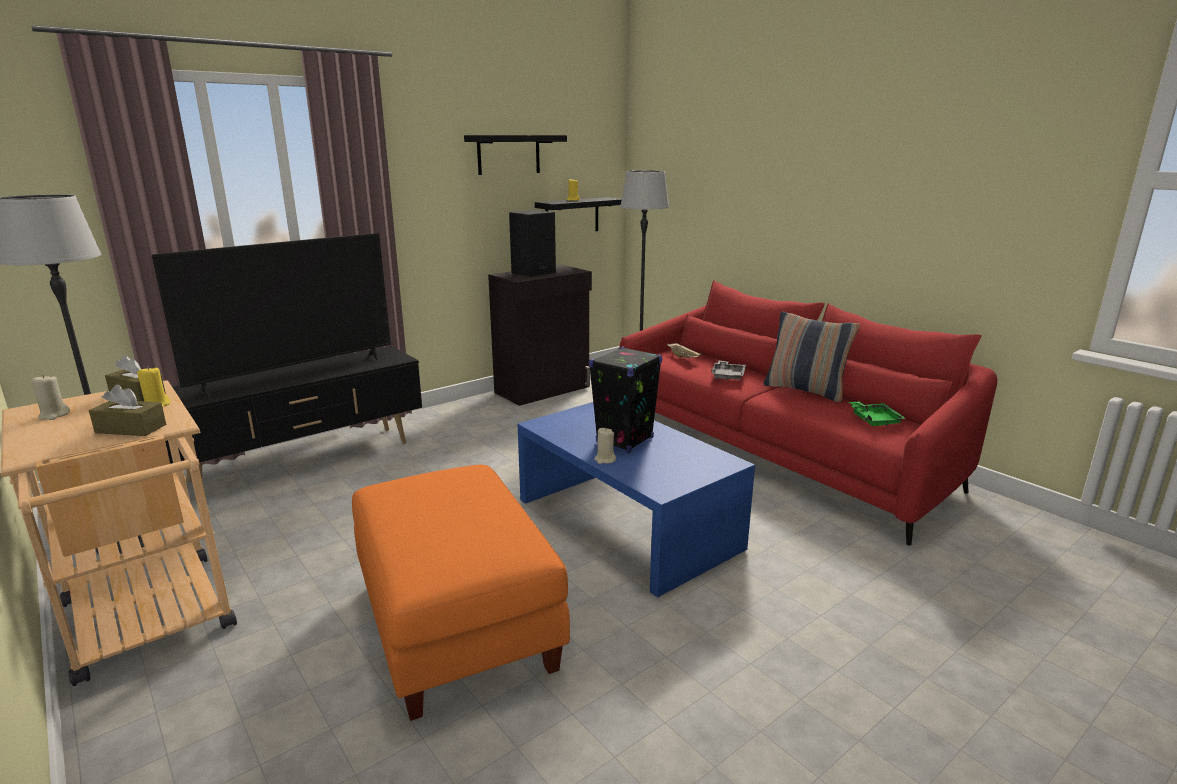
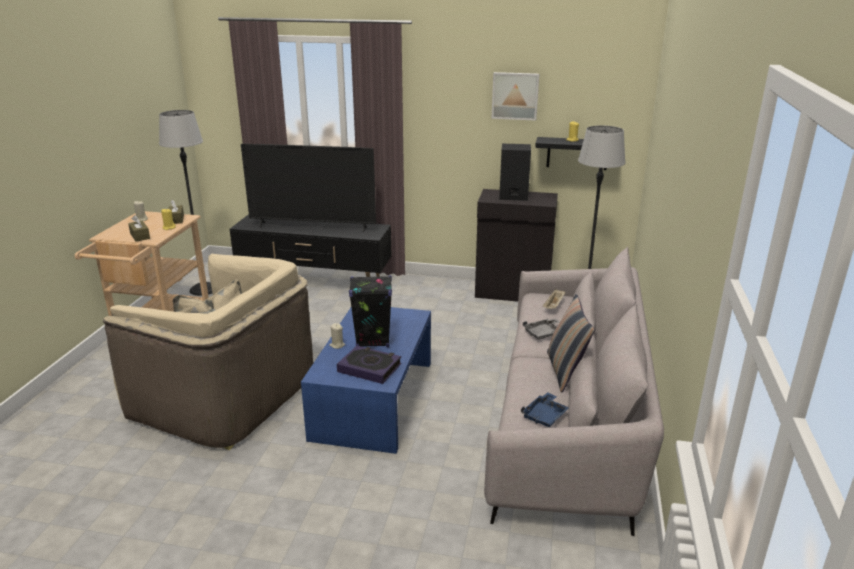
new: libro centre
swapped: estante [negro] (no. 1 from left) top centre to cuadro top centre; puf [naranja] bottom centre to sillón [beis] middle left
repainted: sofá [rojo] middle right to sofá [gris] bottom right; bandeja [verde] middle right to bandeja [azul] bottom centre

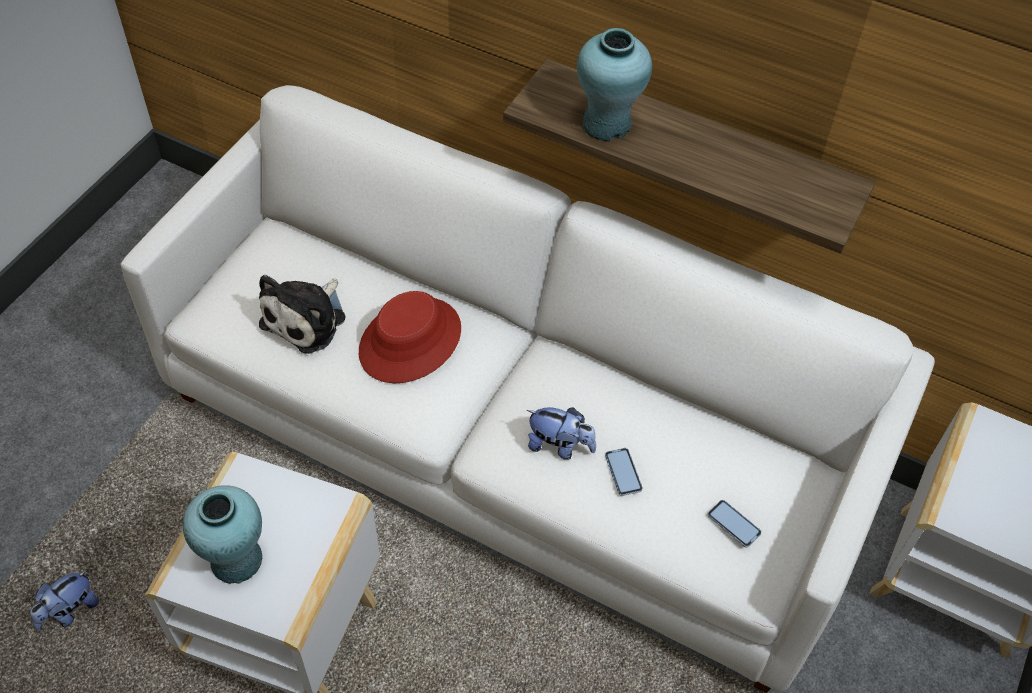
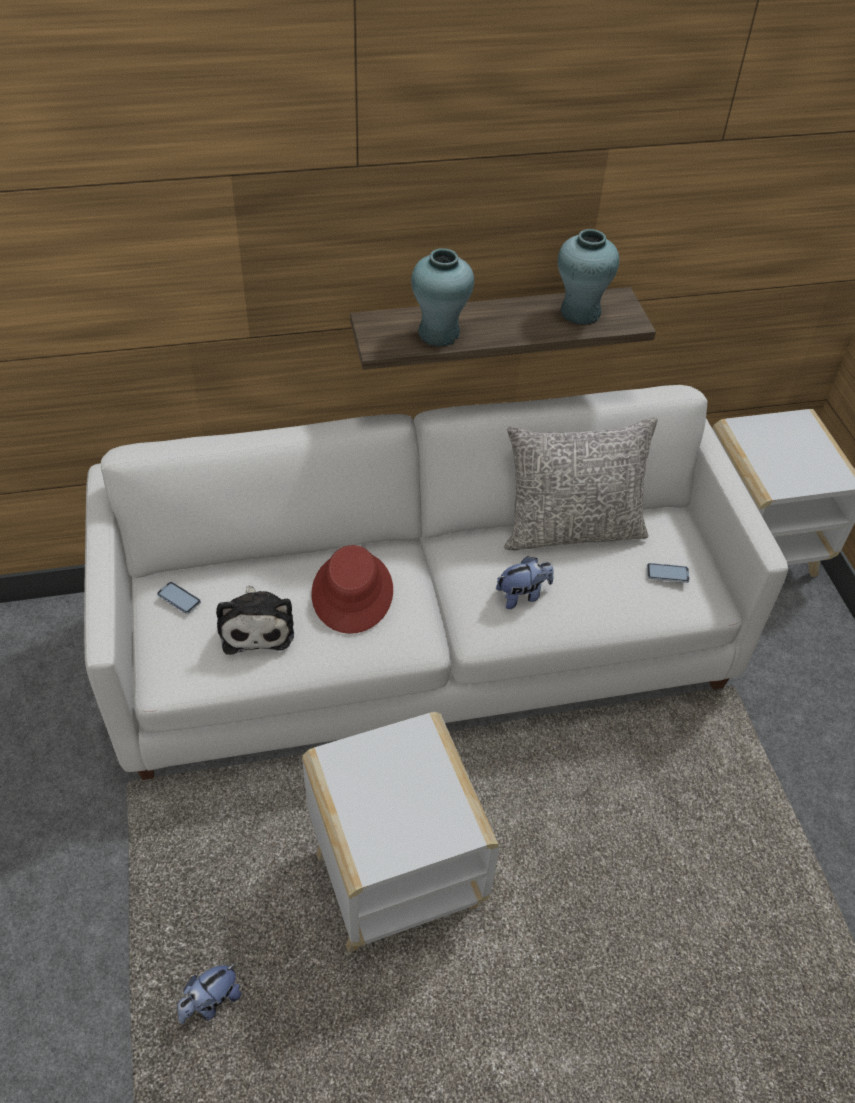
new: cojín [gris] middle right
shifted: móvil (no. 1 from left) bottom centre to middle left; florero [turquesa] (no. 1 from left in the first image) bottom left to florero [turquesa] (no. 2 from left) top right
rotated: peluche (no. 1 from left) bottom left = bottom left 45 degrees clockwise

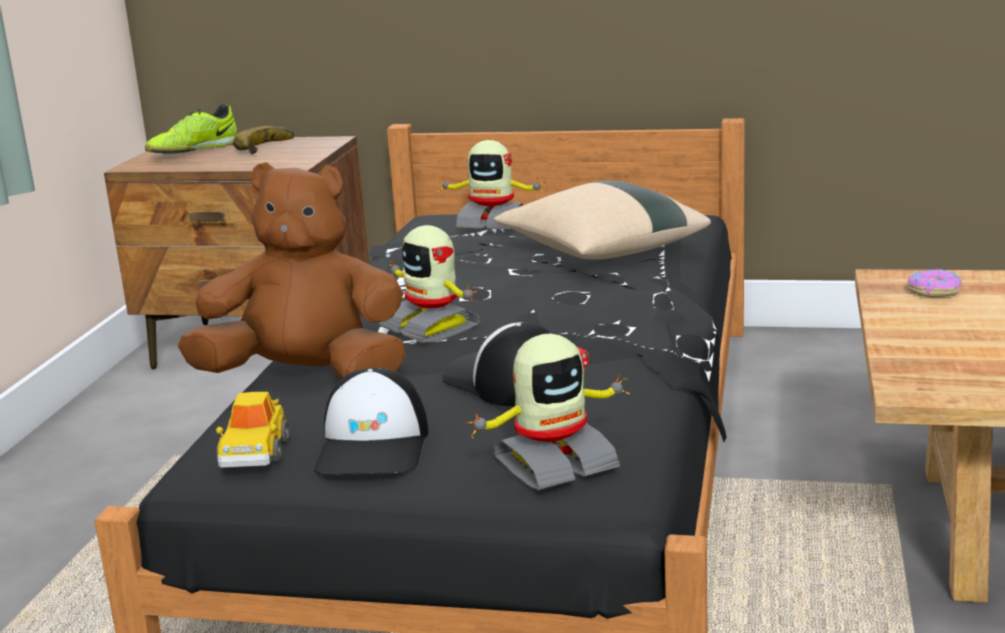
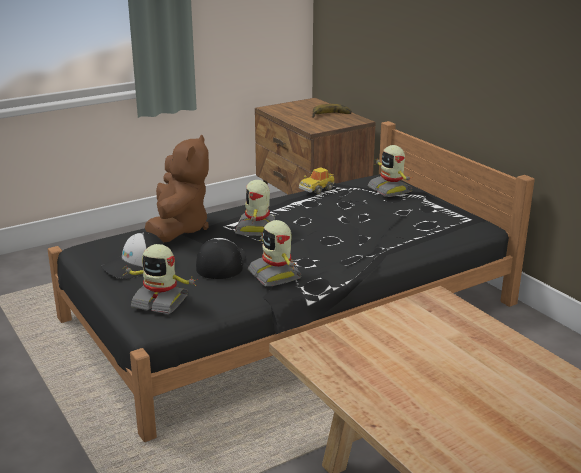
gone: zapato top left; cojín [beis] centre; rosquilla middle right
new: robot de juguete (no. 3 from left) centre
shifted: coche de juguete bottom left to centre
rotated: peluche [marrón] middle left = middle left 45 degrees clockwise

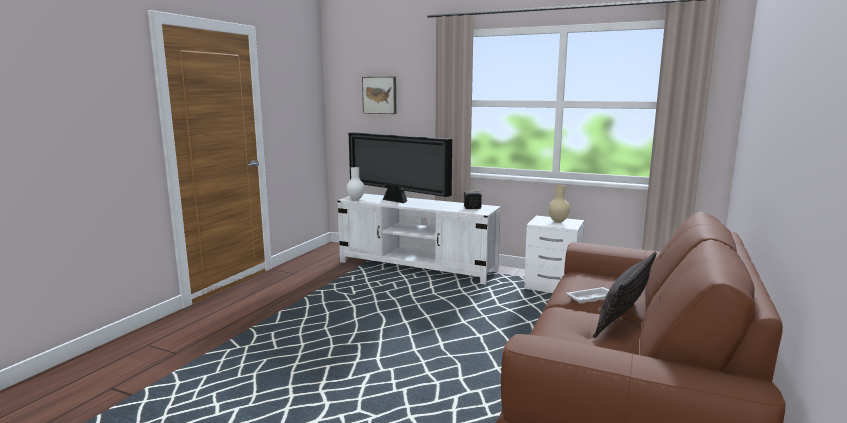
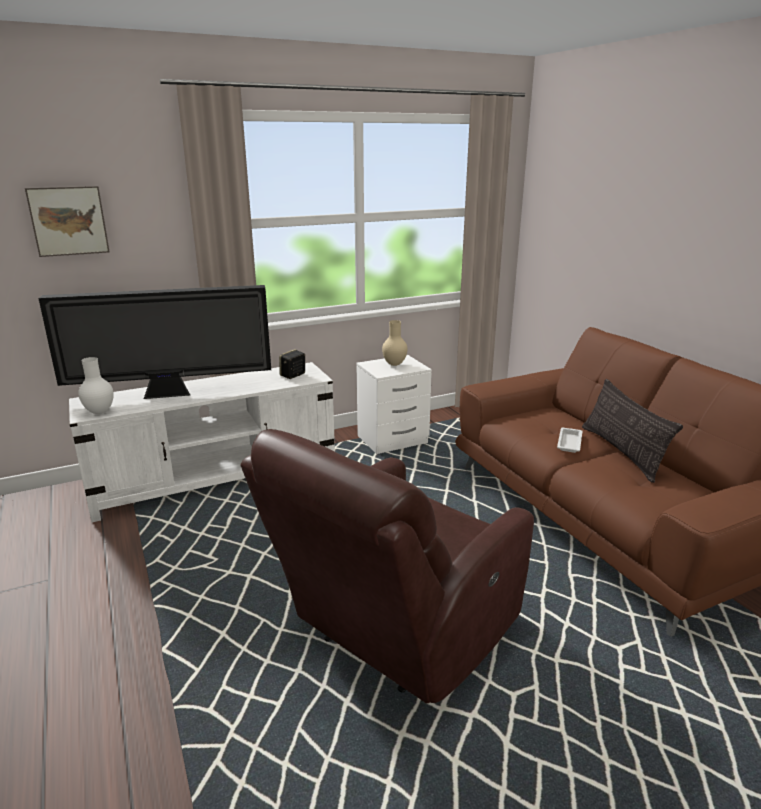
new: sillón [marrón] bottom centre

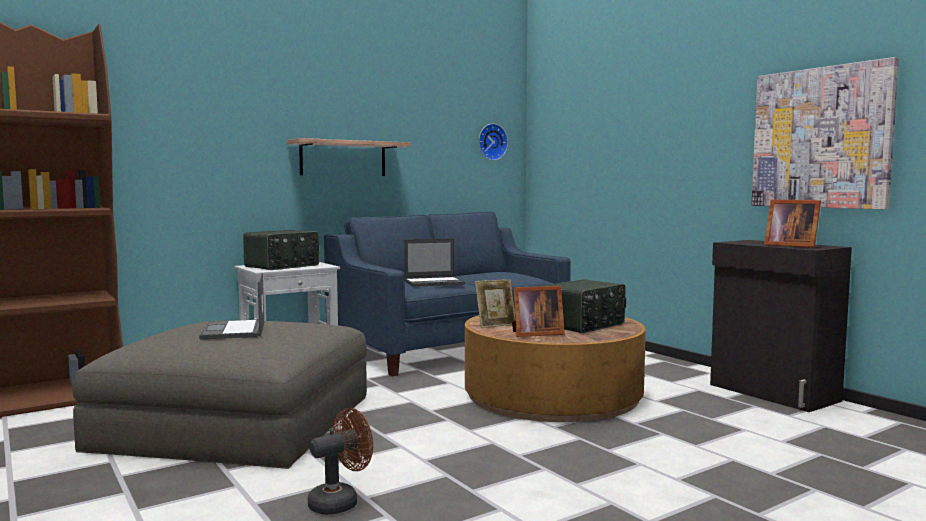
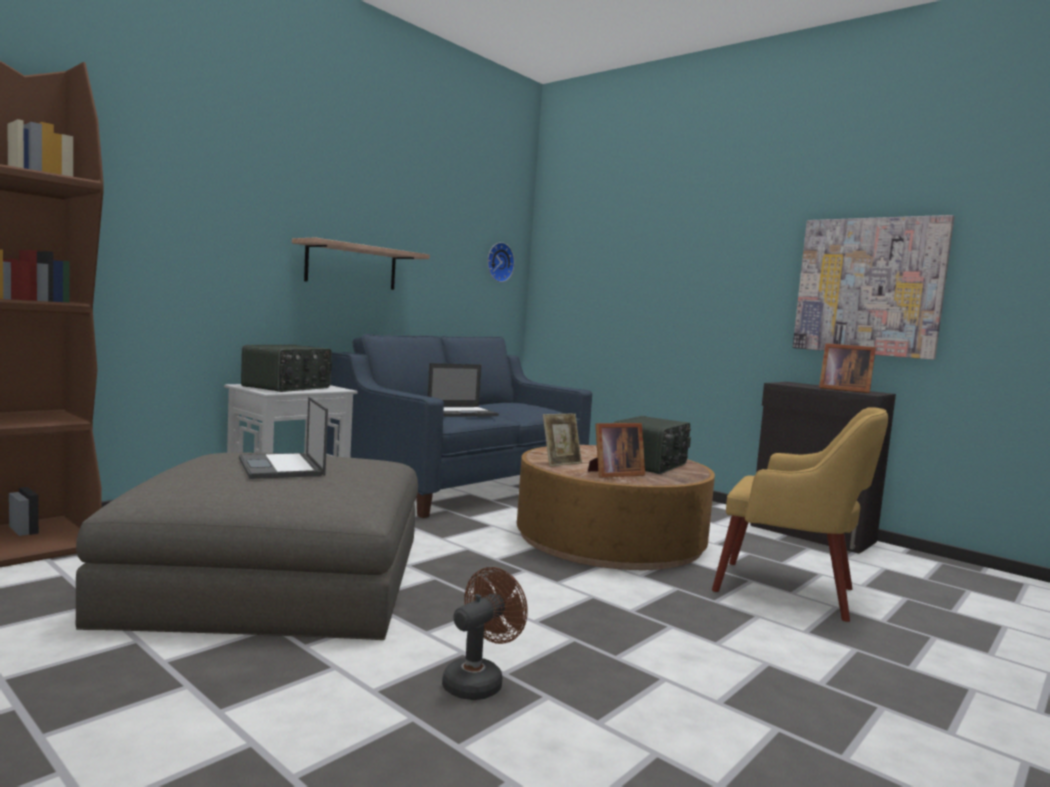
new: sillón [amarillo] middle right

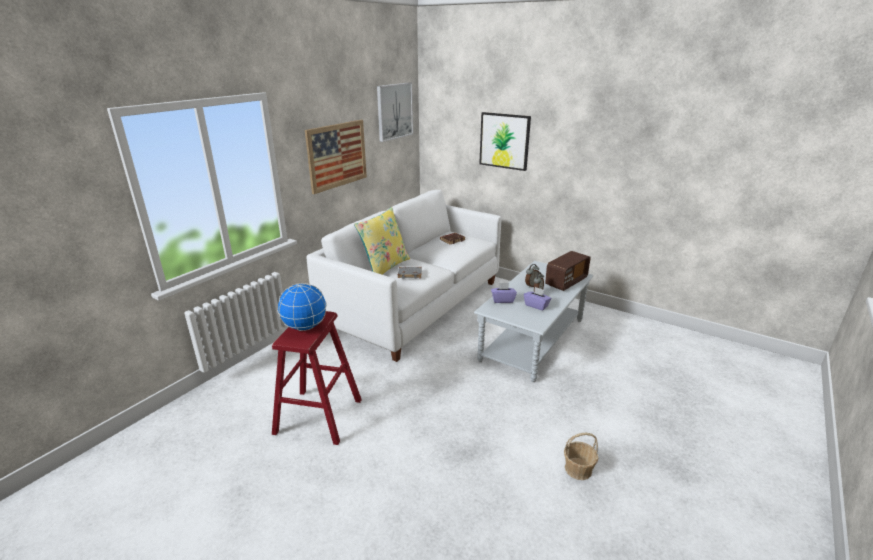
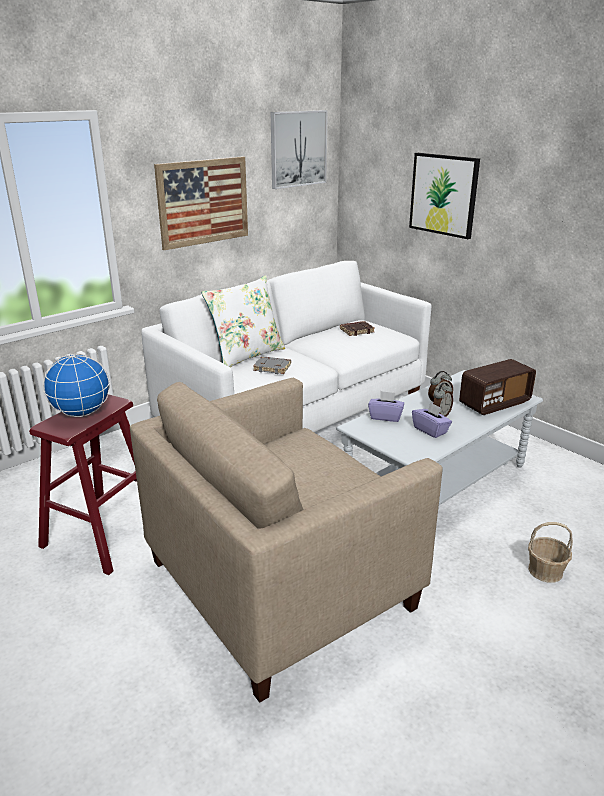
new: sillón [beis] bottom centre
shifted: cesta bottom centre to bottom right
repainted: cojín [amarillo] centre to cojín [blanco] centre

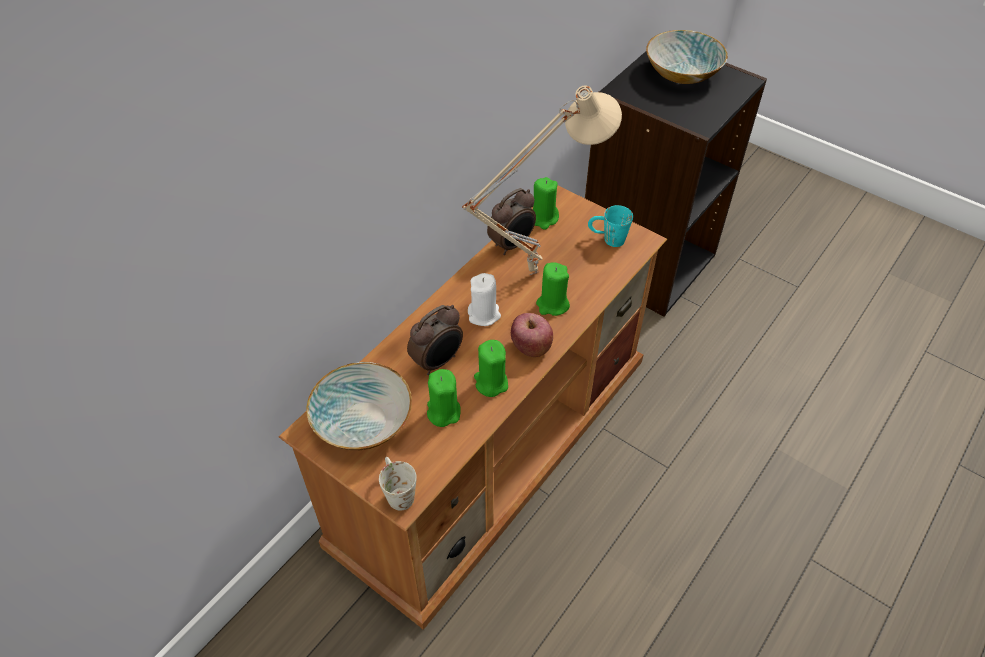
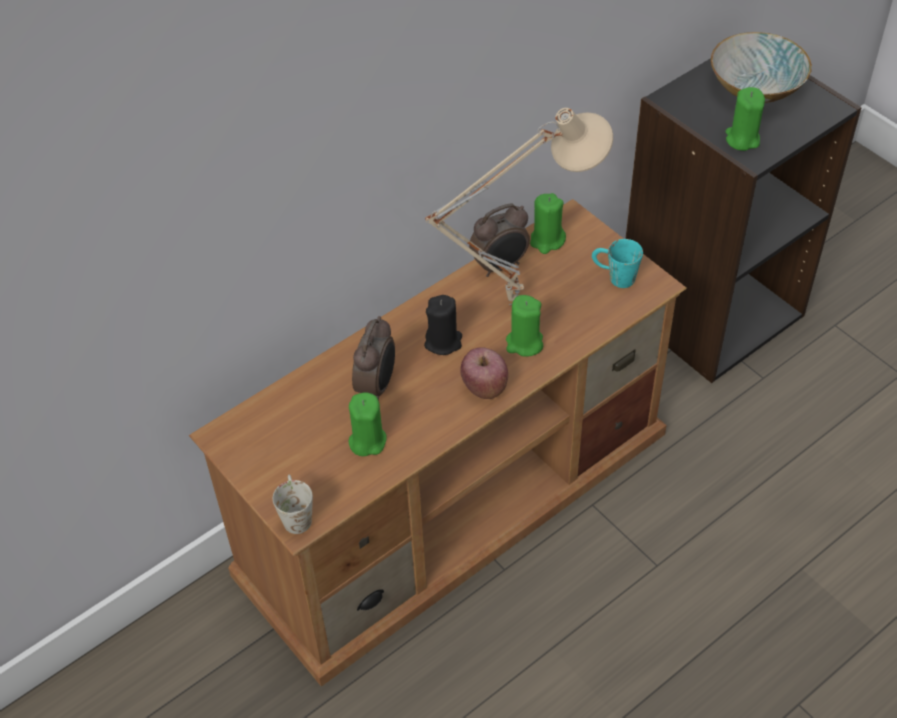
gone: cuenco (no. 1 from left) centre
shifted: vela [verde] (no. 2 from left in the first image) centre to vela [verde] (no. 4 from left) top right
repainted: vela [blanco] centre to vela [negro] centre
rotated: despertador (no. 1 from left) centre = centre 45 degrees counterclockwise

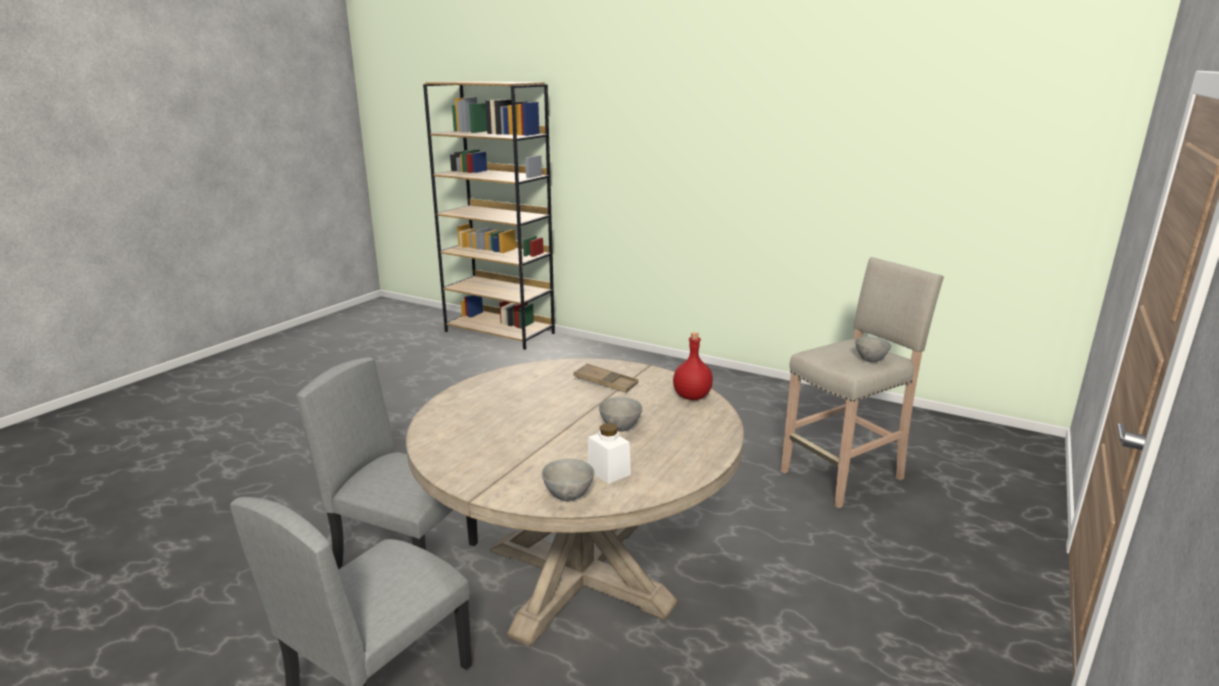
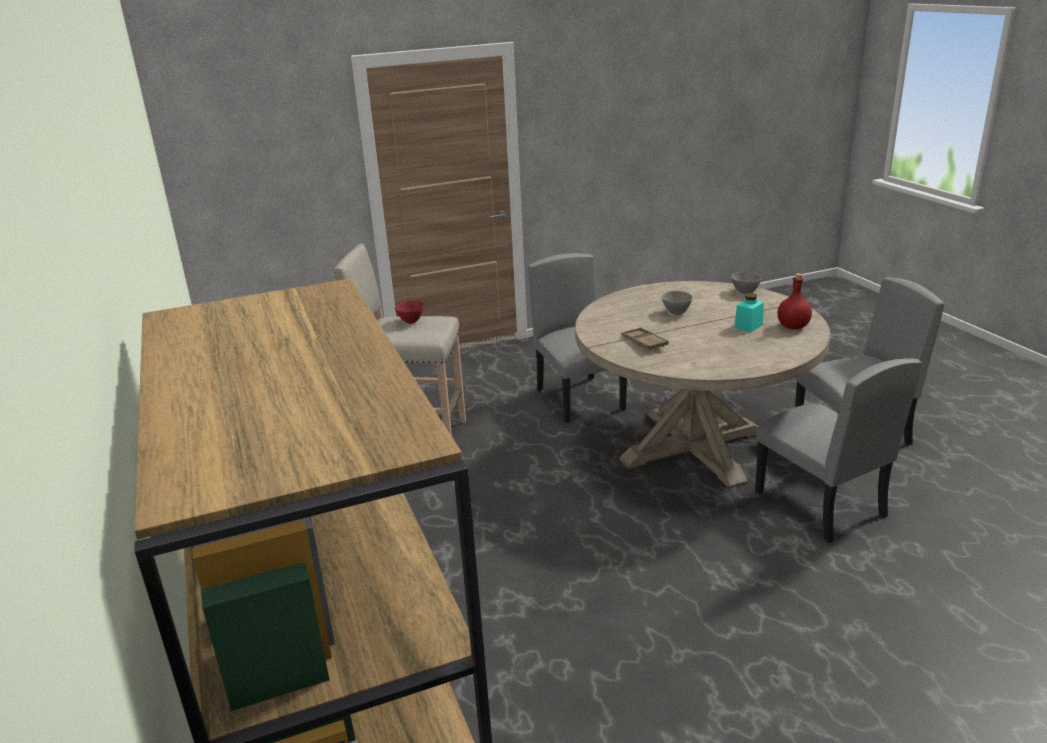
gone: tarro [blanco] centre
new: silla [gris] (no. 1 from left) centre; tarro [turquesa] middle right
shifted: botella [rojo] centre to middle right
repainted: cuenco [gris] (no. 3 from left) middle right to cuenco [rojo] centre

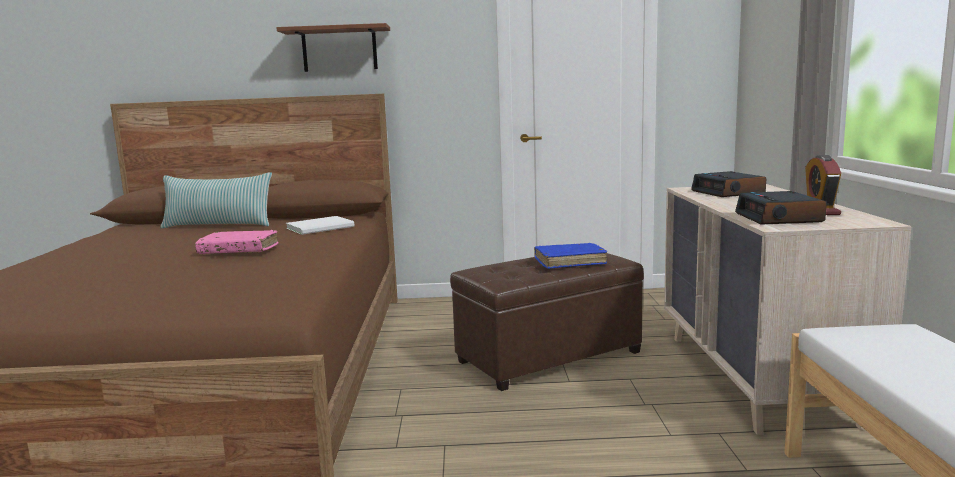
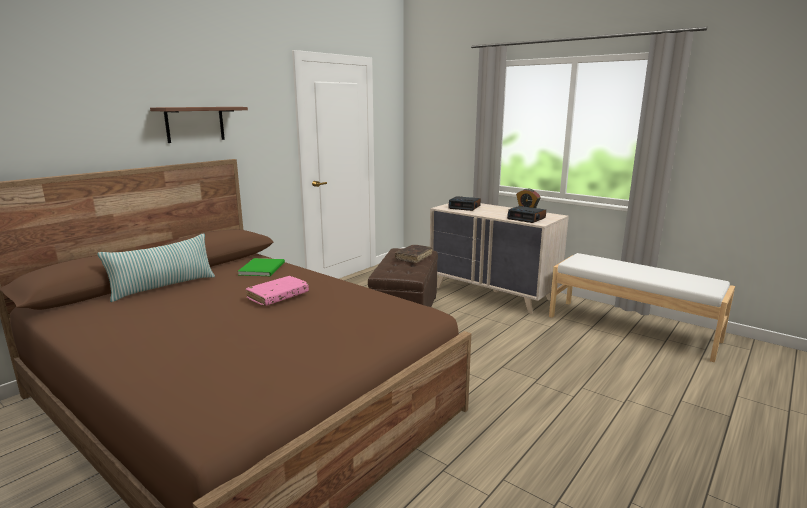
repainted: libro [blanco] centre to libro [verde] middle left; libro [azul] centre to libro [marrón] centre

